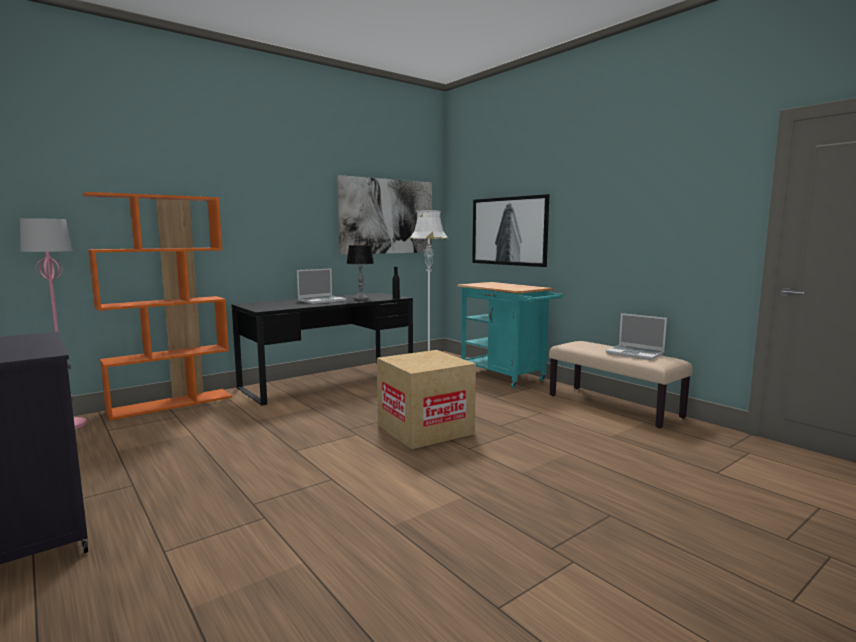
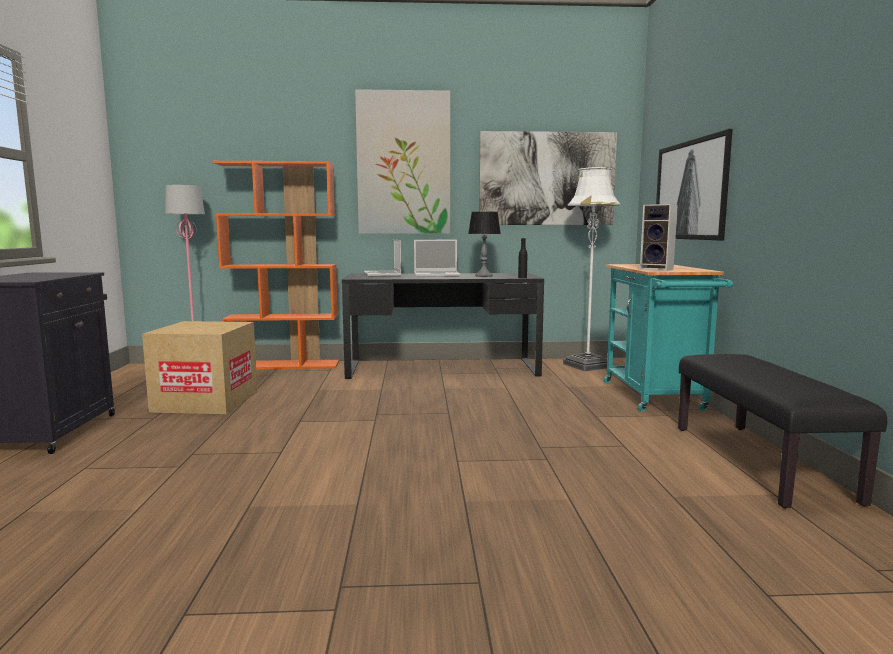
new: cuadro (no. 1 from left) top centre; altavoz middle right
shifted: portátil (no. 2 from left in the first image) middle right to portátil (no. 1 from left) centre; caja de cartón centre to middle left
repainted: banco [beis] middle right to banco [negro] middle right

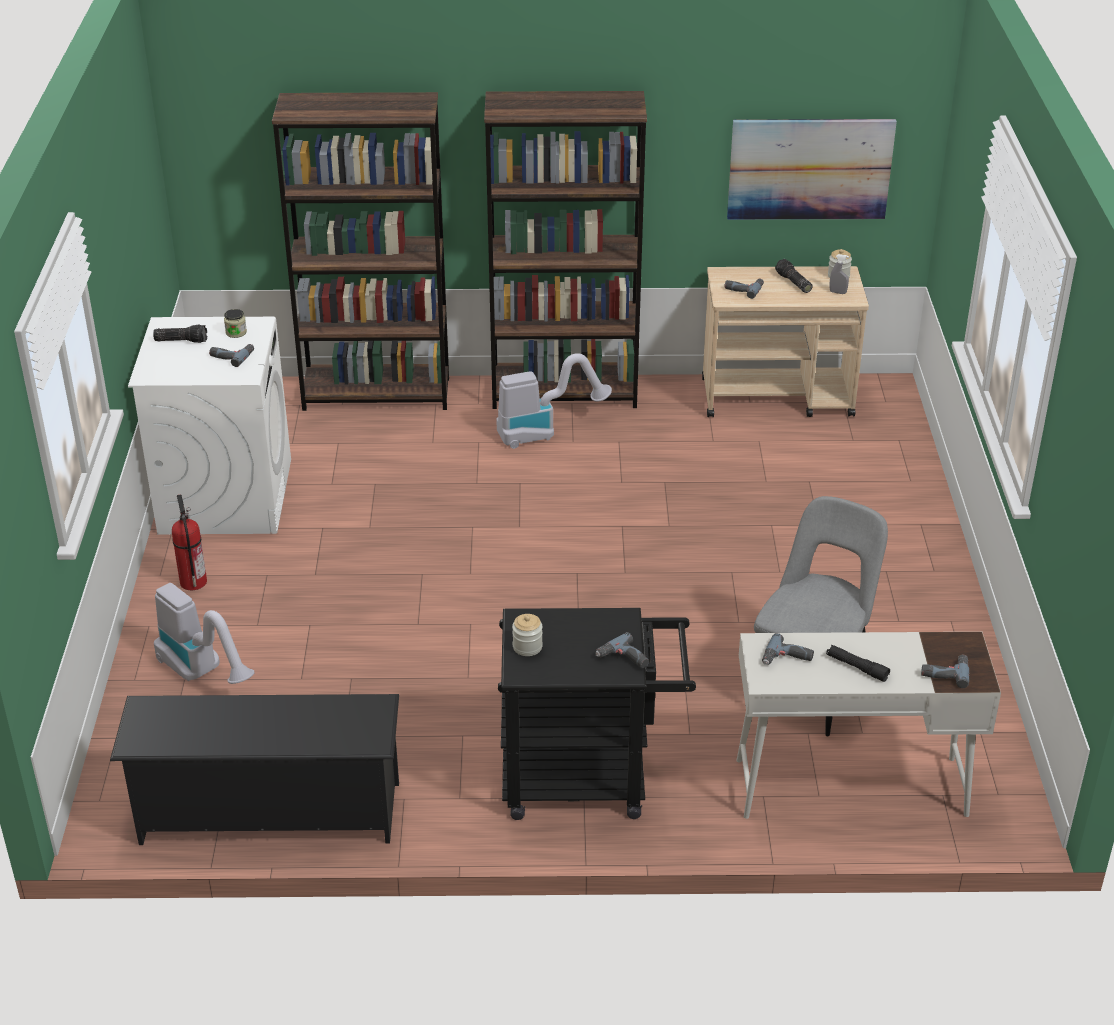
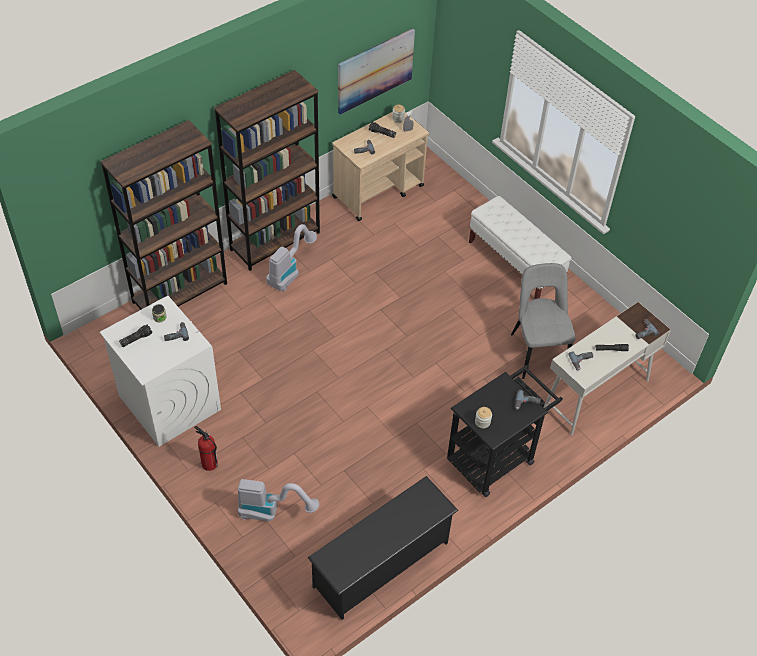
new: banco [blanco] middle right

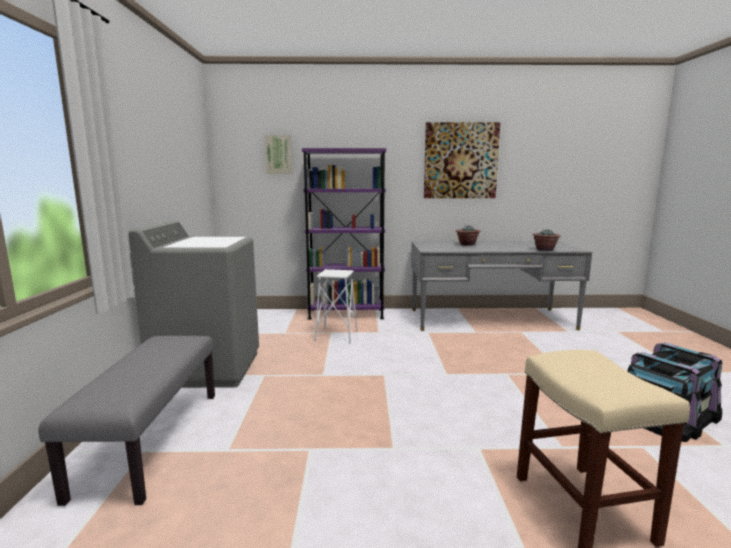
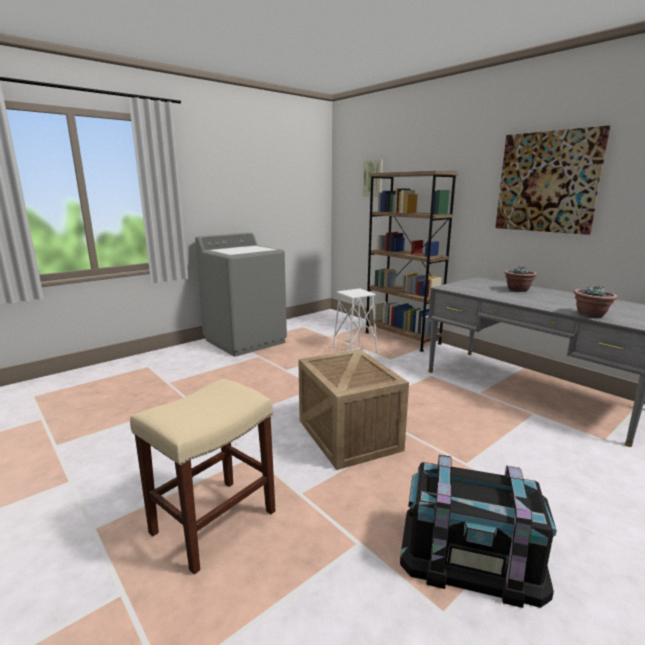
gone: banco [gris] bottom left
new: caja de embalaje centre
repainted: estantería [morado] centre to estantería [marrón] centre

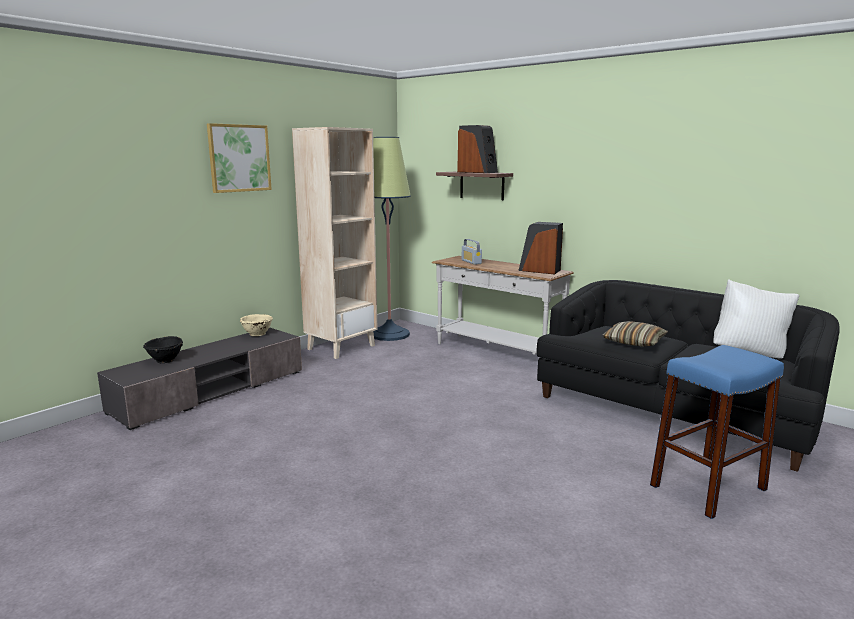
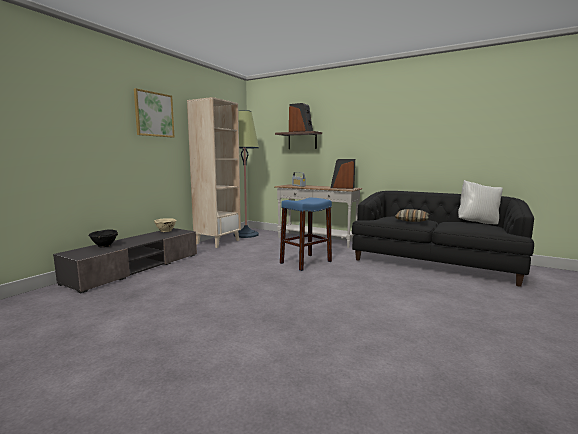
shifted: taburete [azul] bottom right to centre

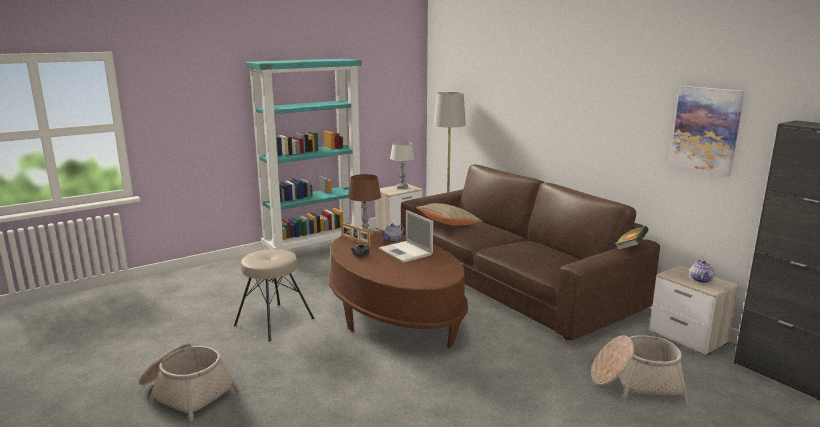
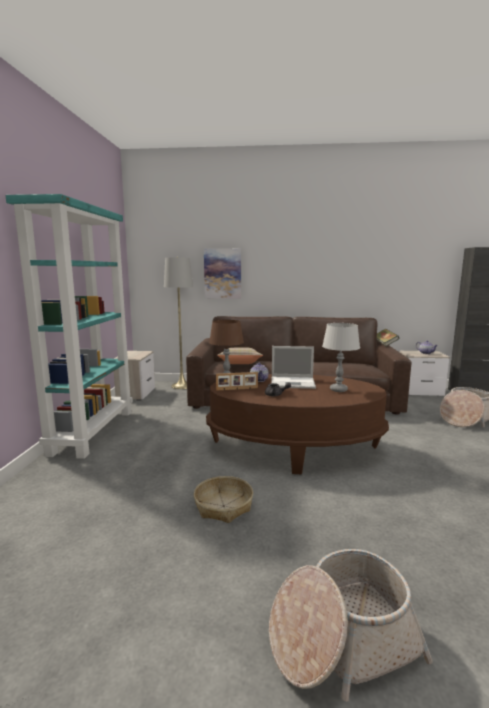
shifted: cuadro top right to centre; lámpara de mesa [gris] centre to middle right
swapped: taburete [beis] bottom centre to cesta (no. 1 from left) bottom centre

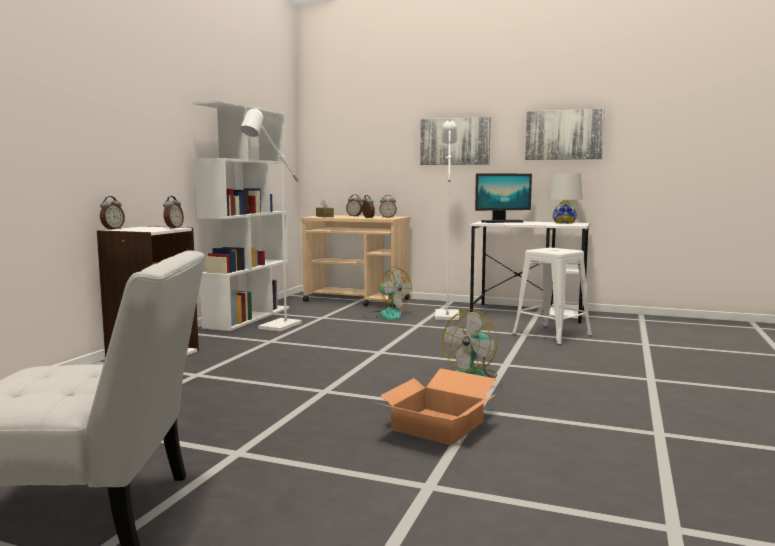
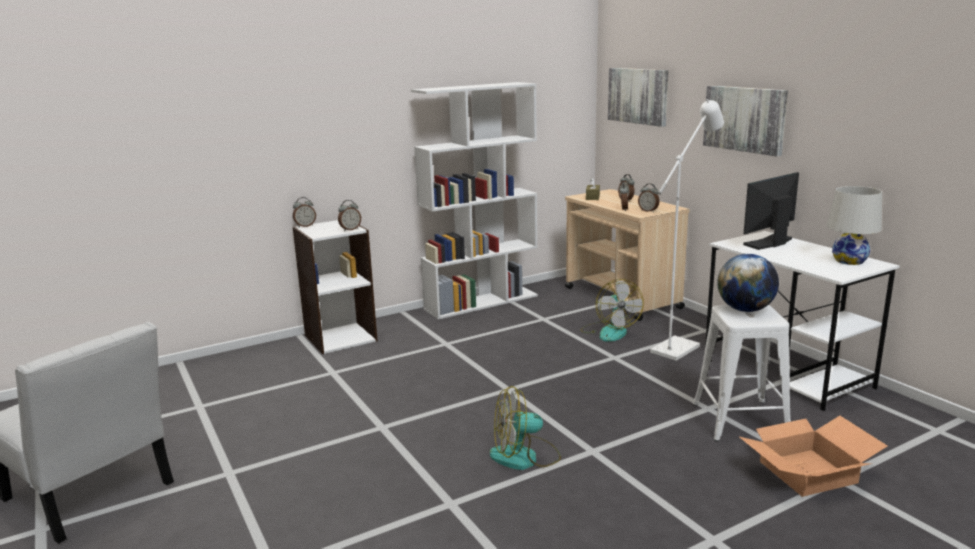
gone: lámpara de pie [blanco] (no. 1 from left) centre
new: globo terráqueo middle right
shifted: cuadro (no. 2 from left in the first image) top right to cuadro (no. 1 from left) top centre; caja de cartón bottom centre to bottom right
rotated: monitor centre = middle right 120 degrees clockwise

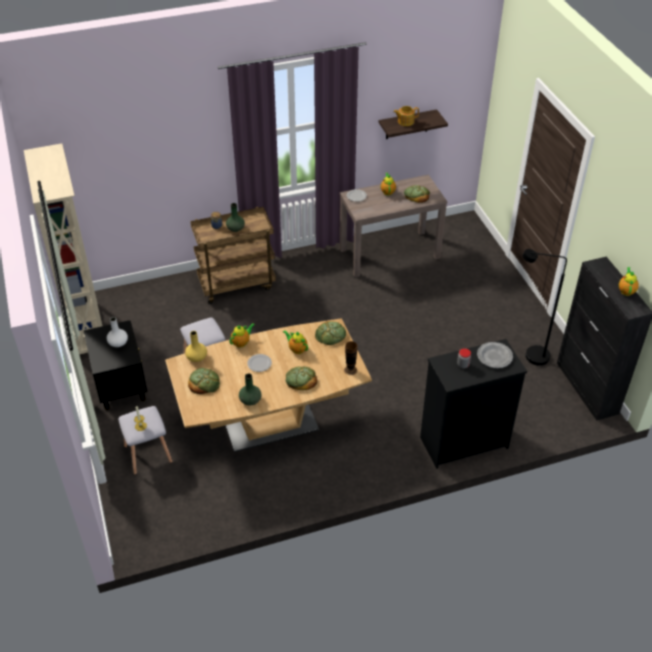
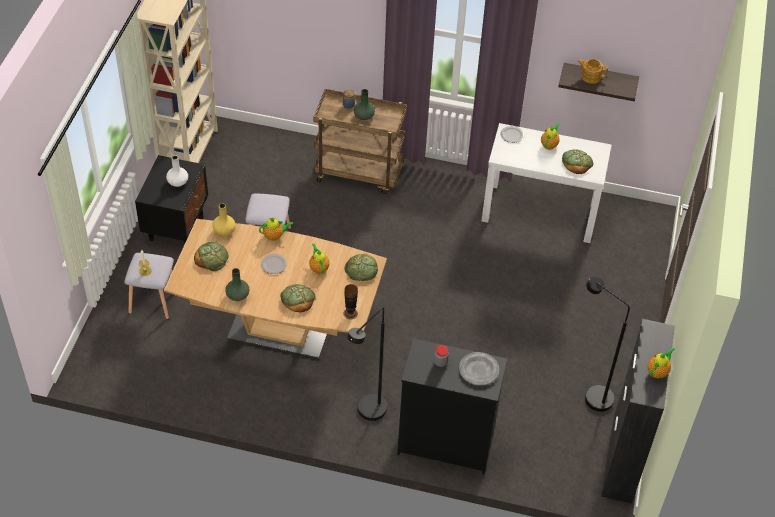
new: lámpara de pie [negro] (no. 1 from left) bottom centre
repainted: mesa consola [marrón] centre to mesa consola [blanco] middle right

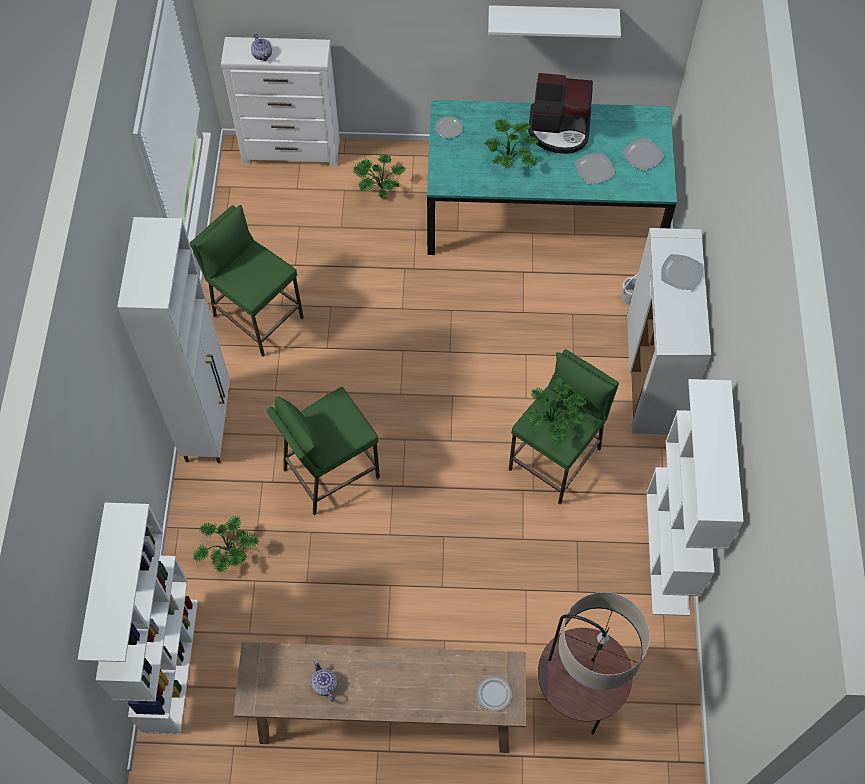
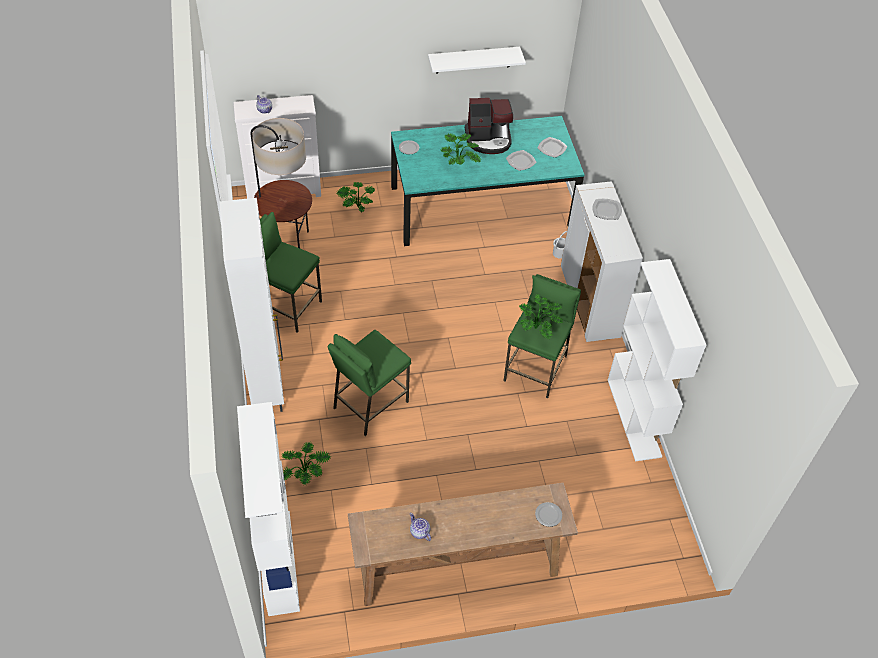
shifted: lámpara de pie bottom right to top left

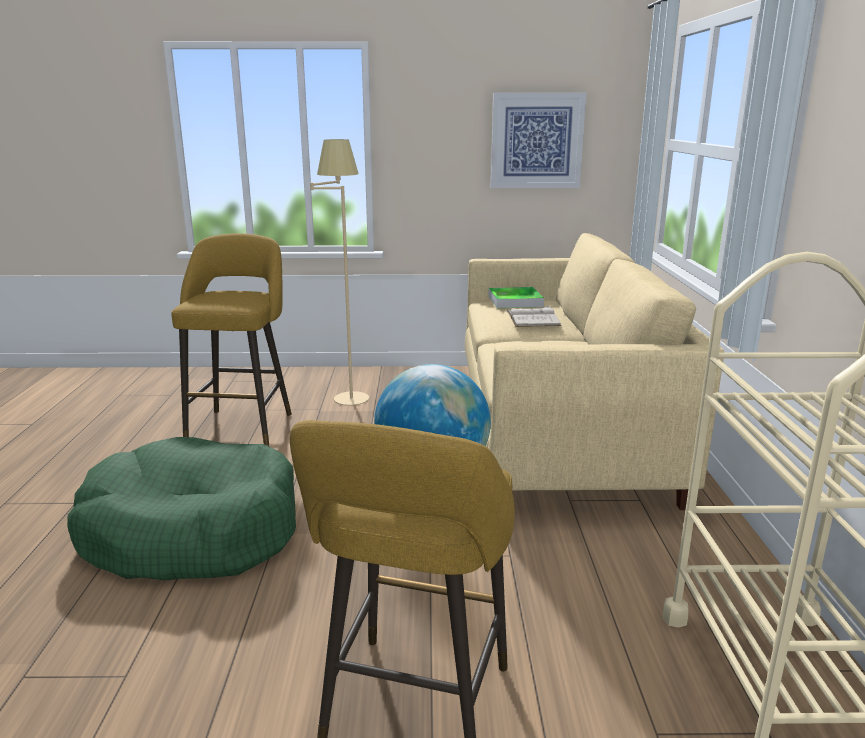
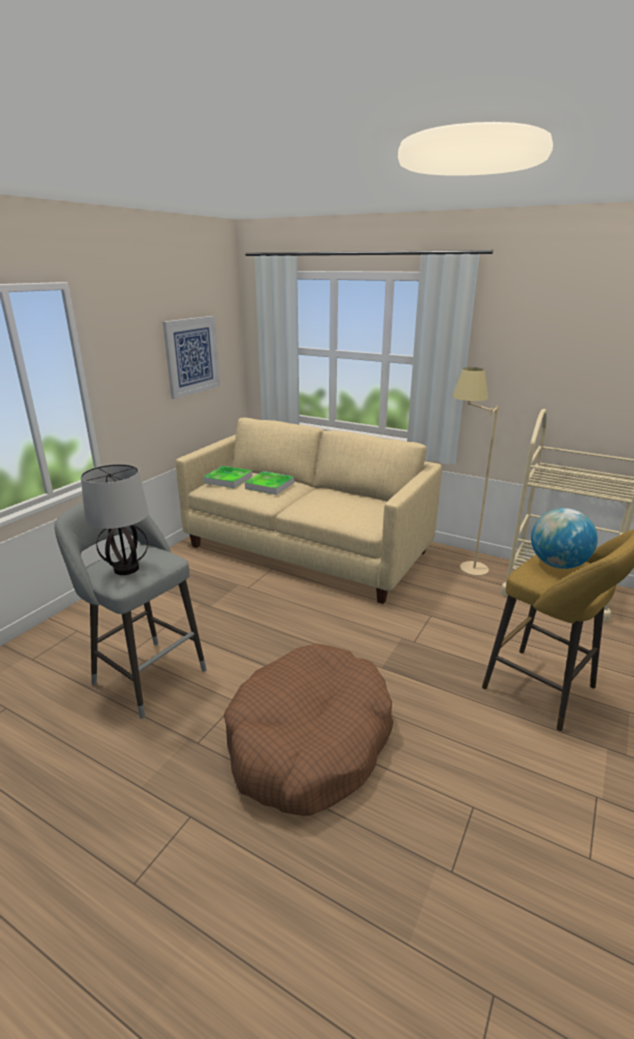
new: lámpara de mesa middle left
shifted: lámpara de pie [beis] centre to middle right
swapped: libro [blanco] centre to bandeja (no. 2 from left) centre
repainted: taburete [amarillo] (no. 1 from left) middle left to taburete [gris] middle left; cama para perro [verde] bottom left to cama para perro [marrón] bottom centre

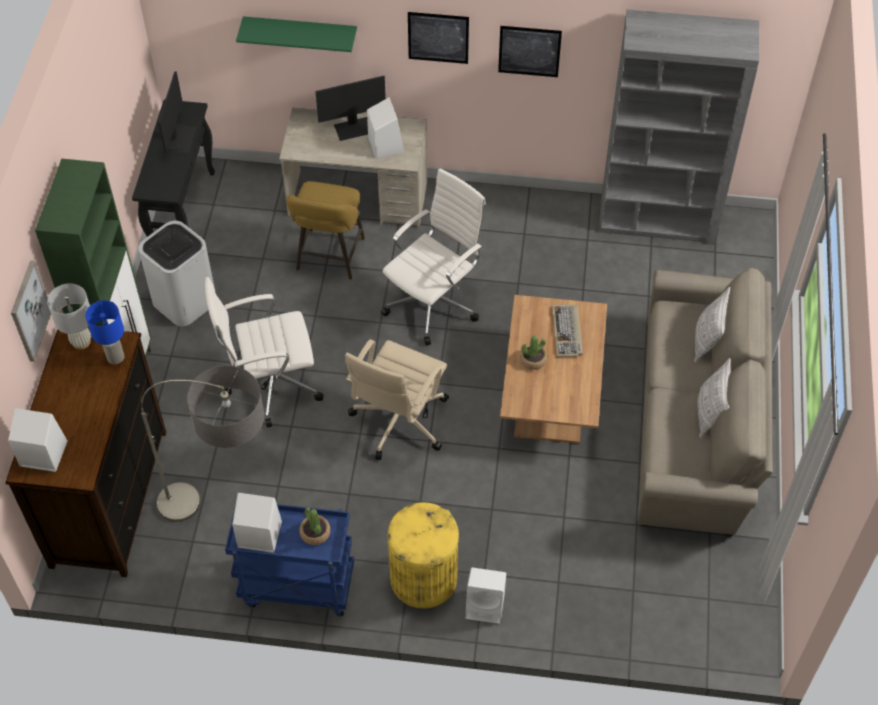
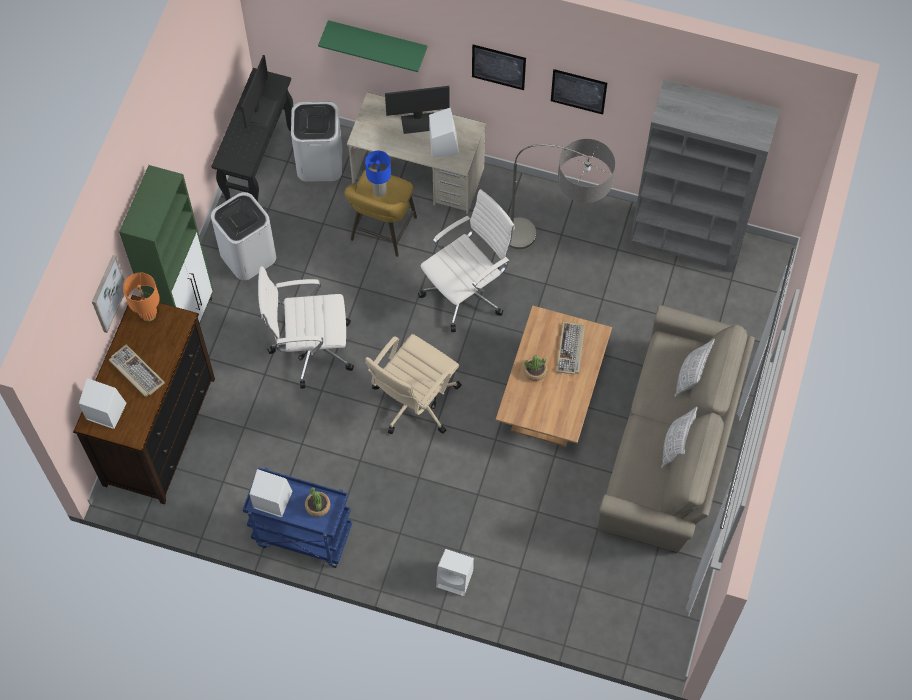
gone: papelera [amarillo] bottom centre
new: papelera [blanco] (no. 2 from left) top centre; teclado (no. 1 from left) middle left
shifted: lámpara de mesa [azul] middle left to top centre; lámpara de pie middle left to top centre
repainted: lámpara de mesa [blanco] middle left to lámpara de mesa [naranja] middle left

